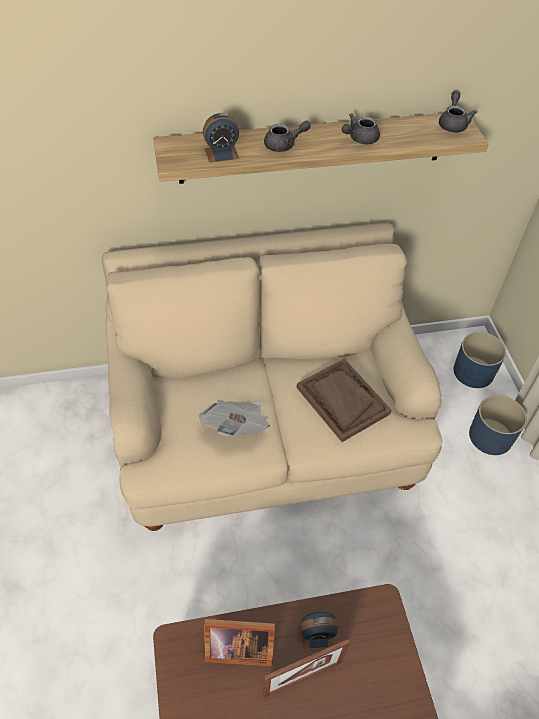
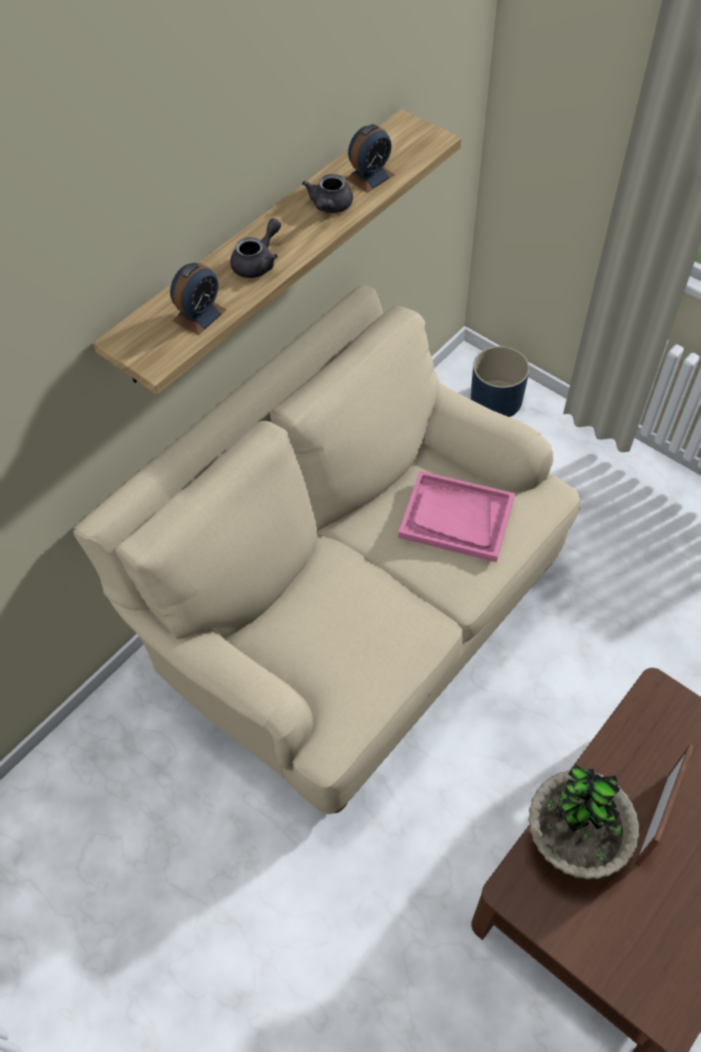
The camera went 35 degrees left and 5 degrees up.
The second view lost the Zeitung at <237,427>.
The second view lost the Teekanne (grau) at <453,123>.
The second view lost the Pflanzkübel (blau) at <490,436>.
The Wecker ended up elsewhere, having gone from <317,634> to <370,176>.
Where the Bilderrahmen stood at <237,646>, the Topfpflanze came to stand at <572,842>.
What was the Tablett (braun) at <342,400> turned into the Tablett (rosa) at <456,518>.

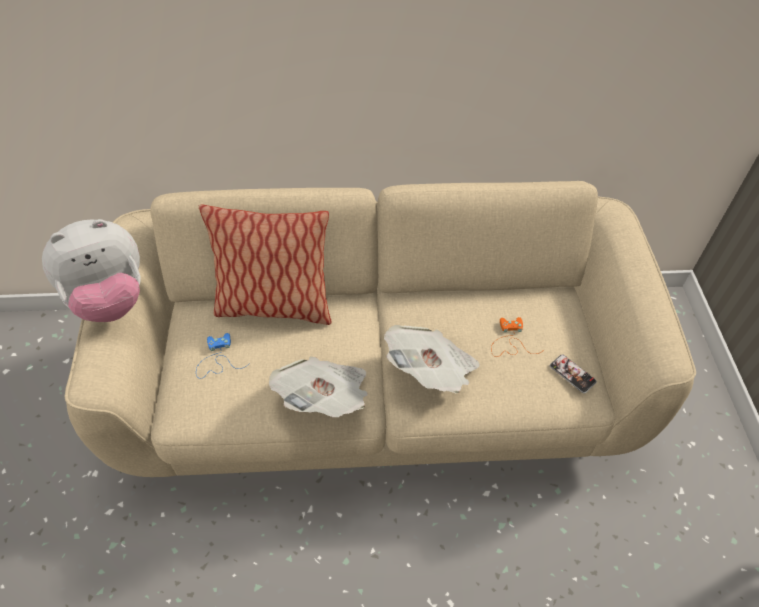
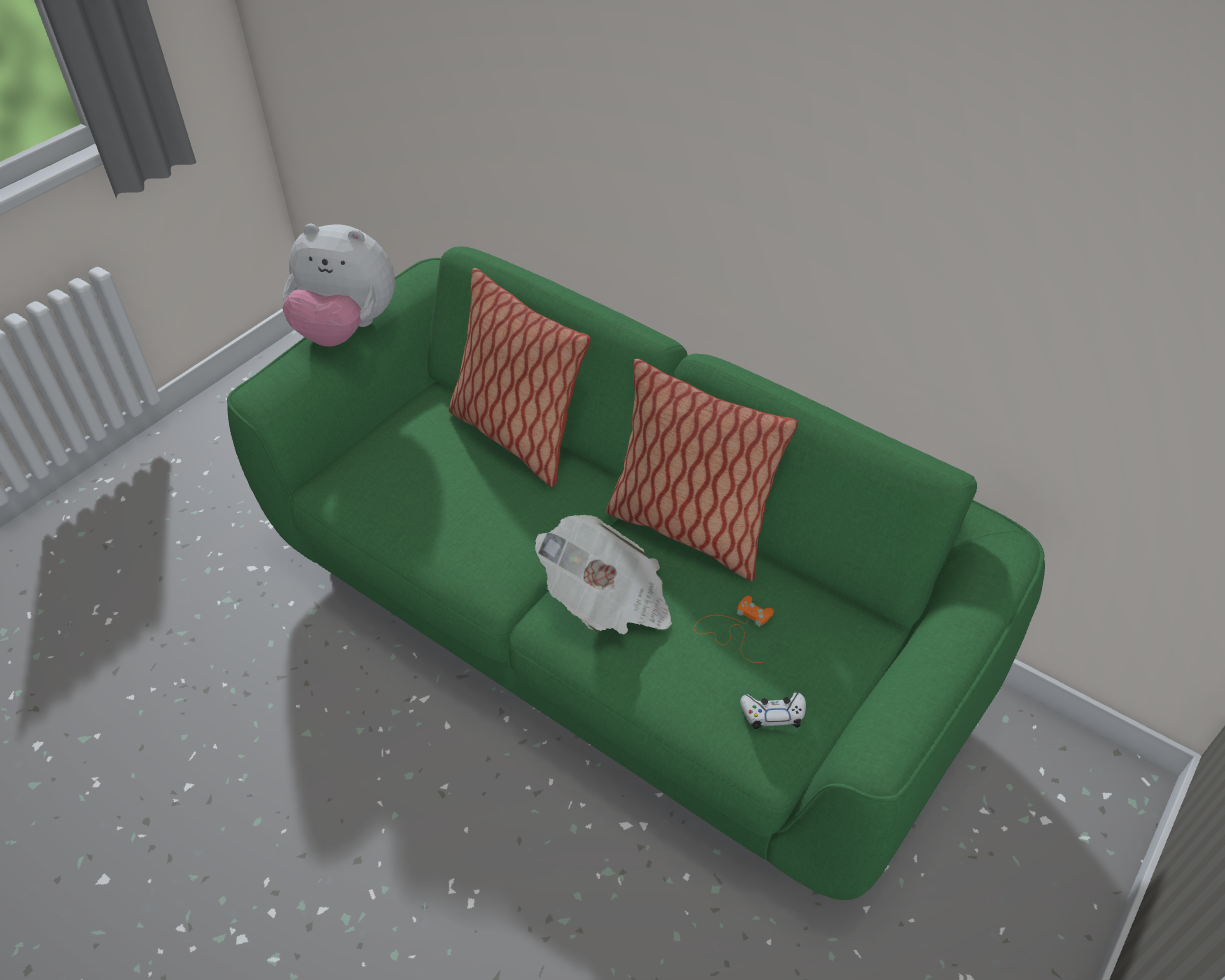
The camera went 40 degrees right and 5 degrees down.
The second view lost the Gamepad (blau) at <217,359>.
The second view lost the Zeitung at <325,398>.
The second view gained the Kissen at <688,529>.
Where the Handy stood at <572,374>, the Gamepad (weiß) came to stand at <773,713>.
What was the Sofa (beige) at <378,390> turned into the Sofa (grün) at <612,629>.

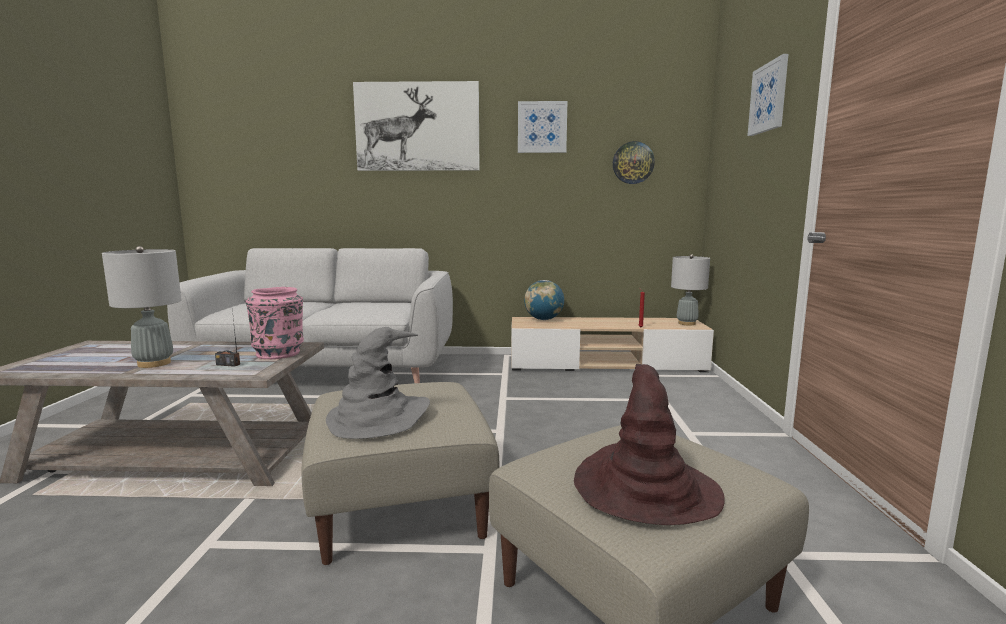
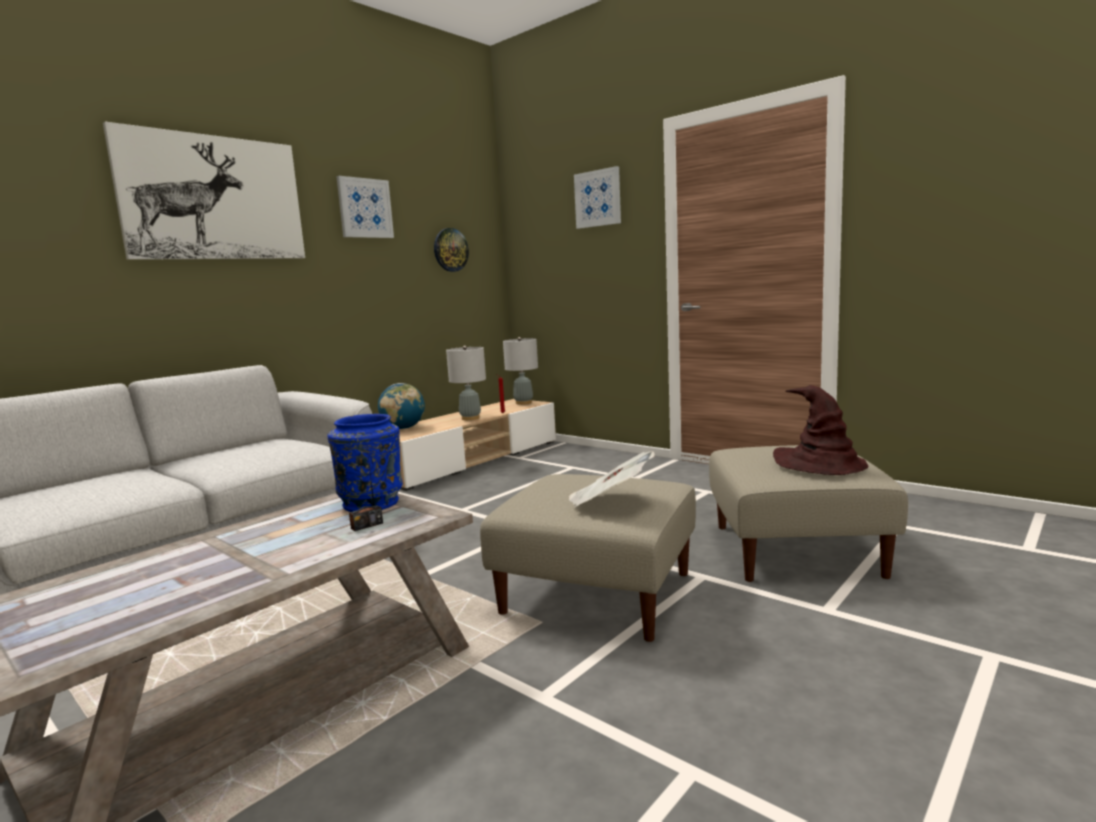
The camera went 50 degrees left and 0 degrees up.
The Tischlampe (grau) ended up elsewhere, having gone from <154,363> to <470,418>.
Where the Hut (grau) stood at <378,418>, the Zeitung came to stand at <609,502>.
What was the Vase (rosa) at <279,353> turned into the Vase (blau) at <371,503>.

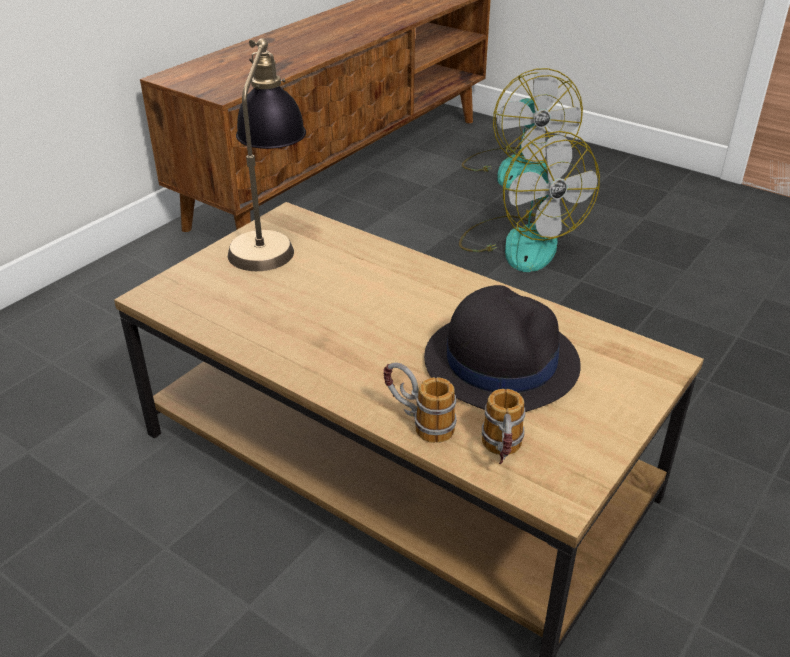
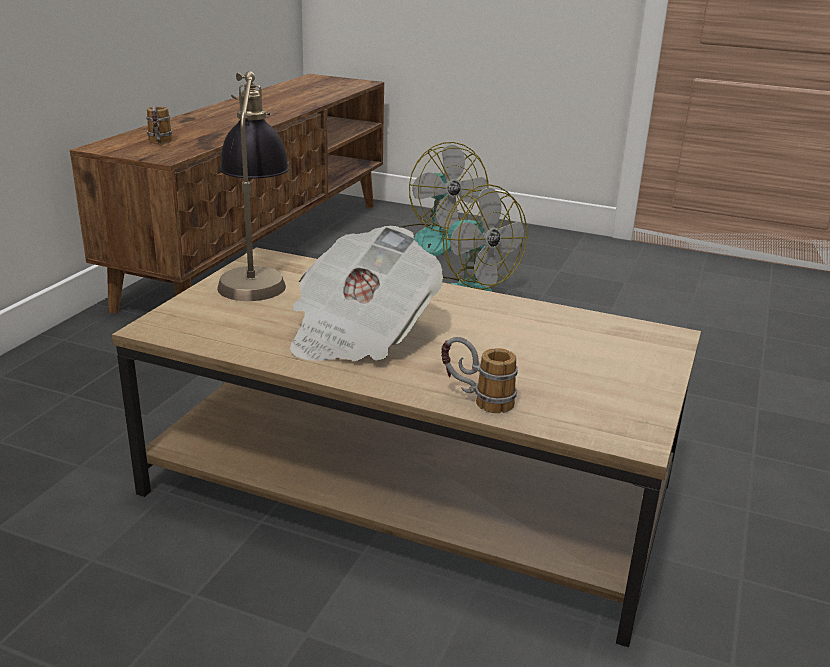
The camera went 15 degrees left and 10 degrees down.
The second view lost the Hut (schwarz) at <501,361>.
The second view gained the Zeitung at <359,333>.
The Henkelbecher ended up elsewhere, having gone from <502,455> to <159,143>.

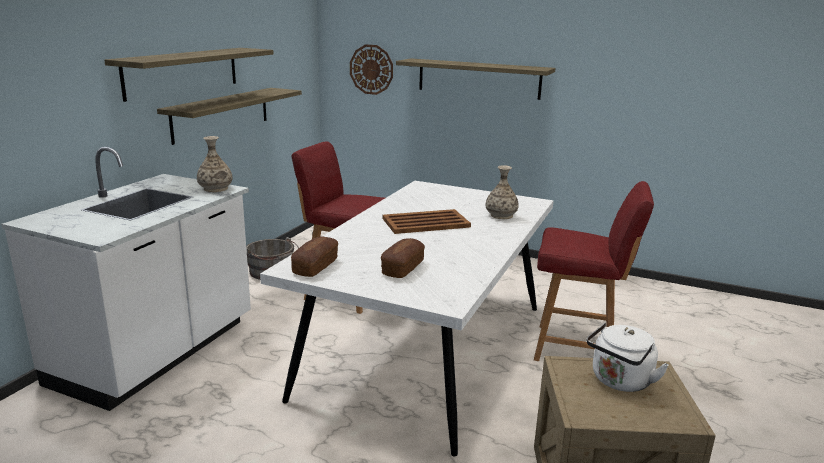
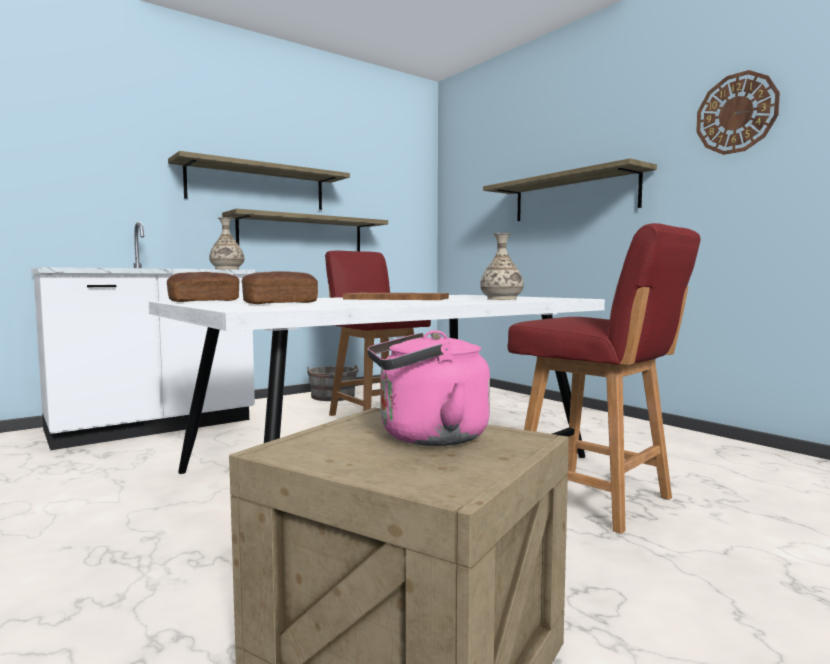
The camera went 30 degrees right and 15 degrees down.
The Wanduhr ended up elsewhere, having gone from <371,69> to <736,113>.
What was the Wasserkessel (weiß) at <619,382> turned into the Wasserkessel (rosa) at <427,437>.

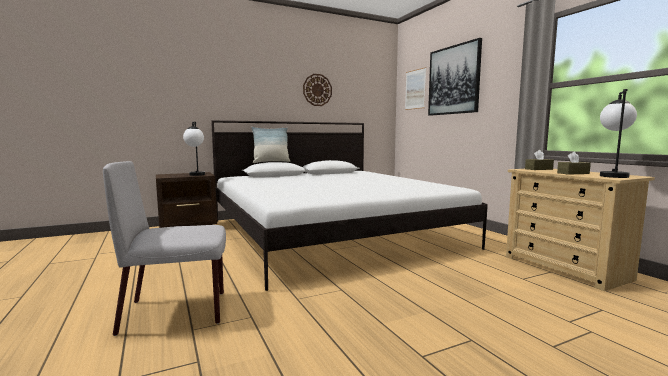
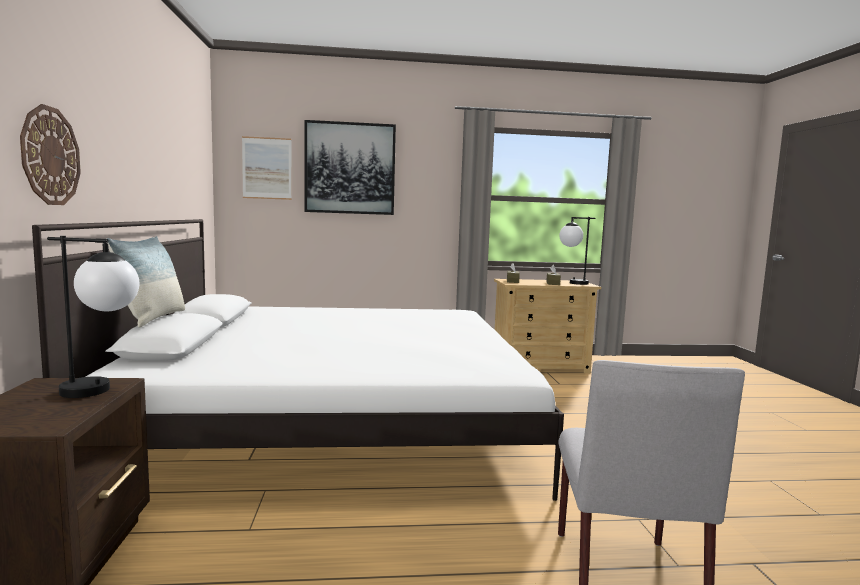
The camera went 70 degrees left and 0 degrees up.
The Wanduhr ended up elsewhere, having gone from <317,90> to <50,156>.

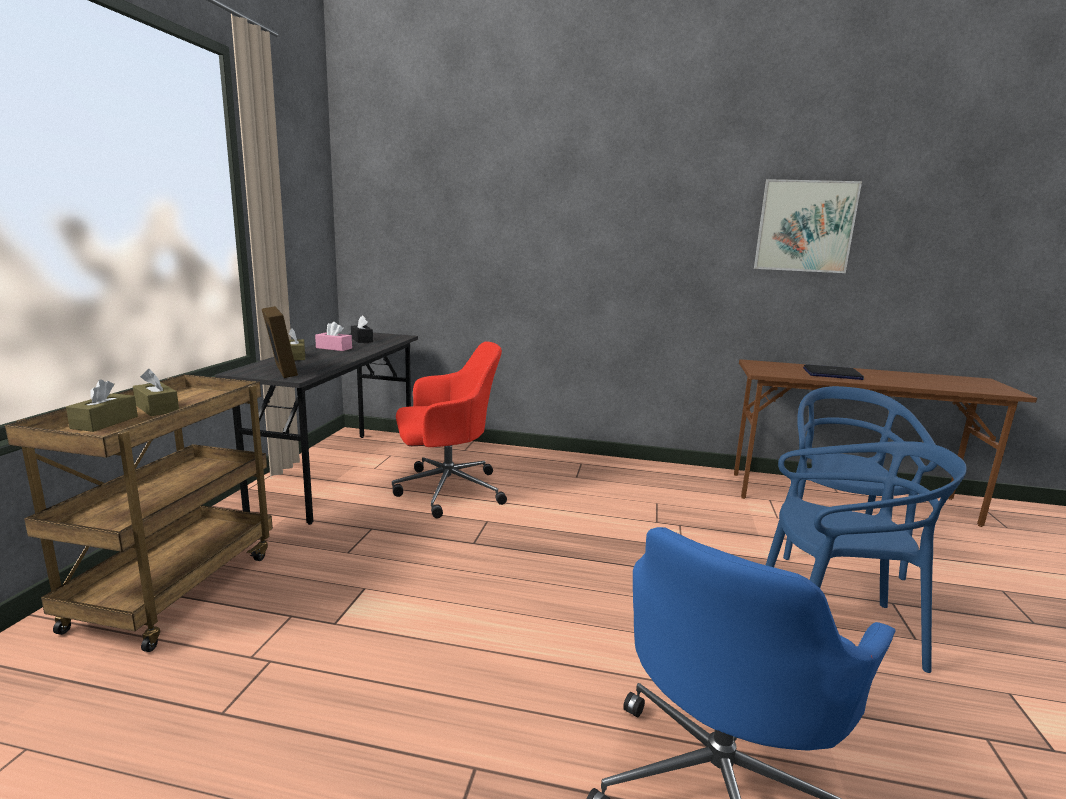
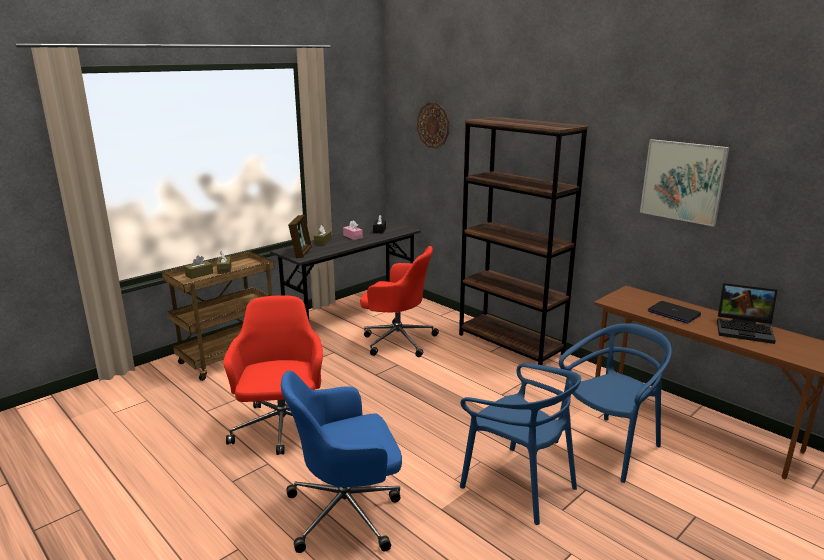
The camera went 35 degrees right and 5 degrees up.
The second view gained the Bürostuhl (rot) at <282,428>.
The second view gained the Wanduhr at <433,125>.
The second view gained the Bücherregal (braun) at <510,344>.
The second view gained the Laptop at <745,330>.

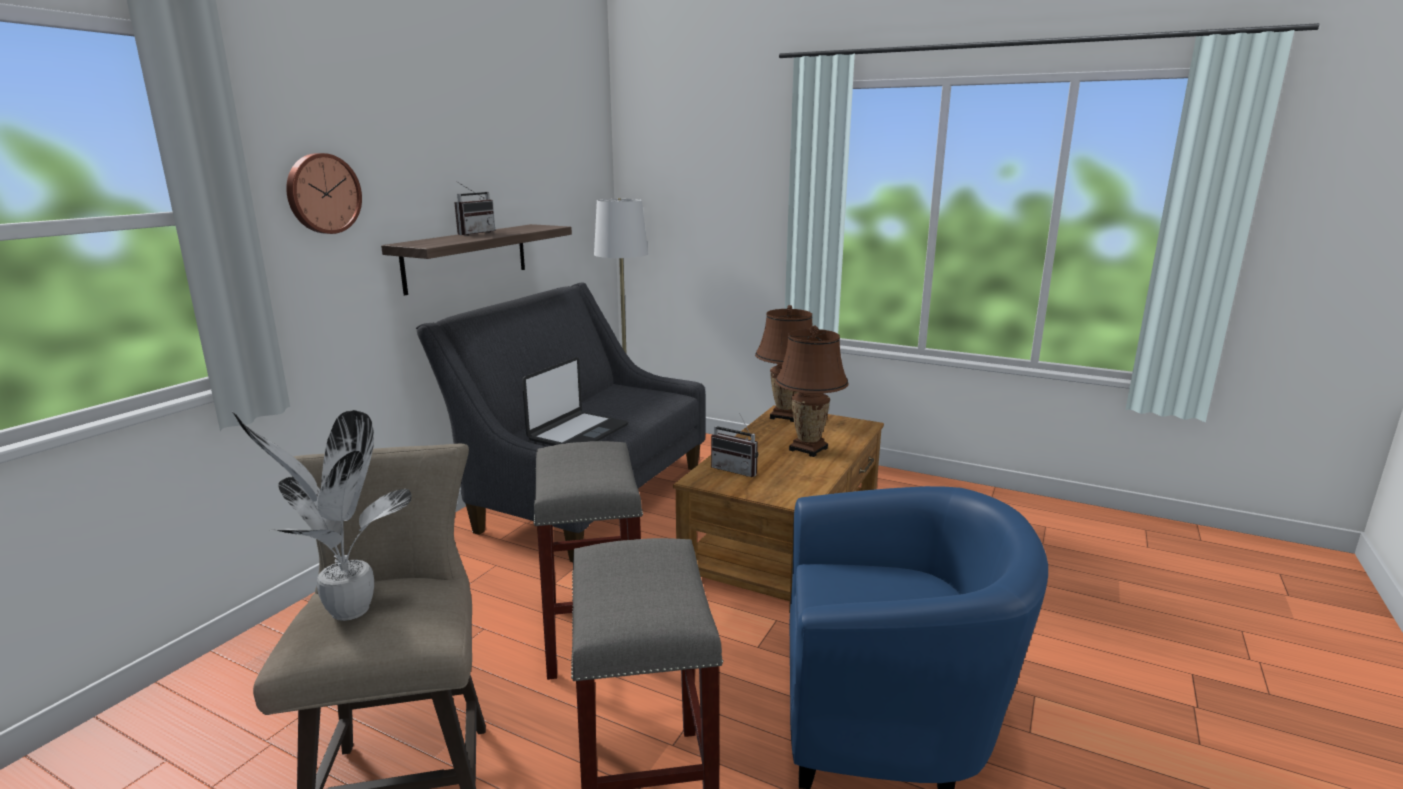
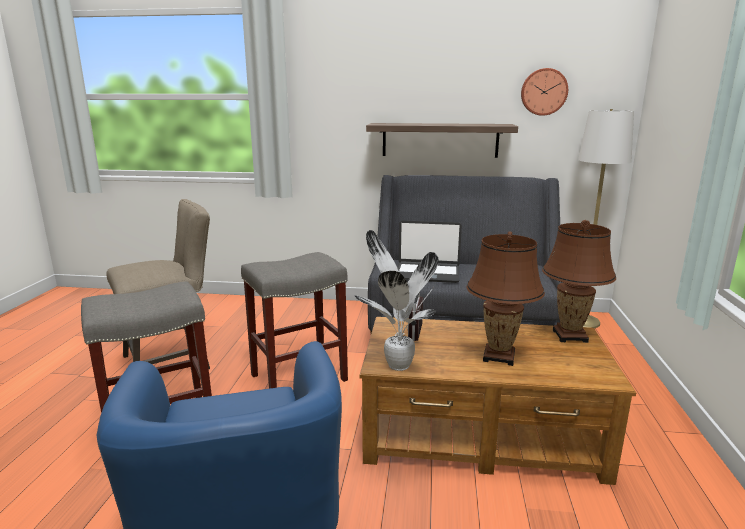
The camera went 70 degrees right and 0 degrees up.
The second view lost the Radio at <473,233>.
The Topfpflanze ended up elsewhere, having gone from <345,611> to <397,364>.
The Wanduhr ended up elsewhere, having gone from <322,193> to <543,92>.

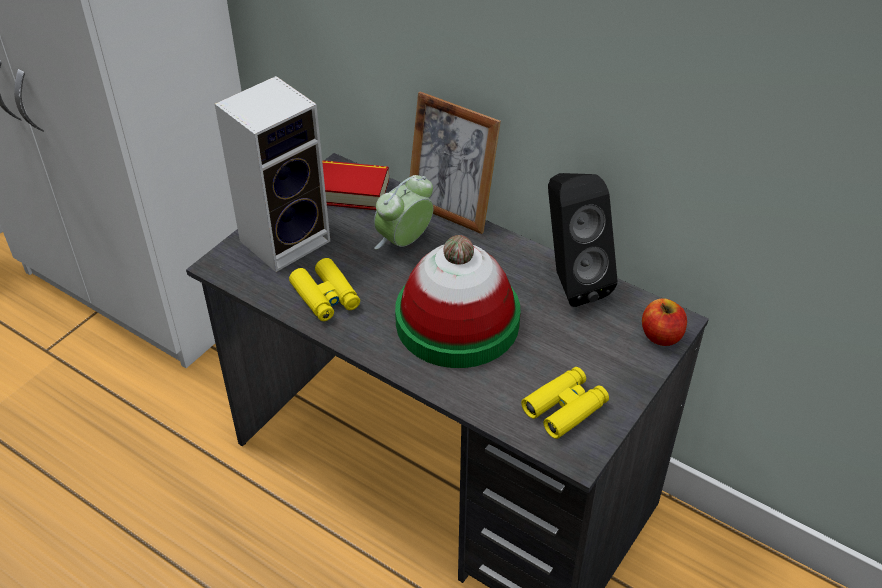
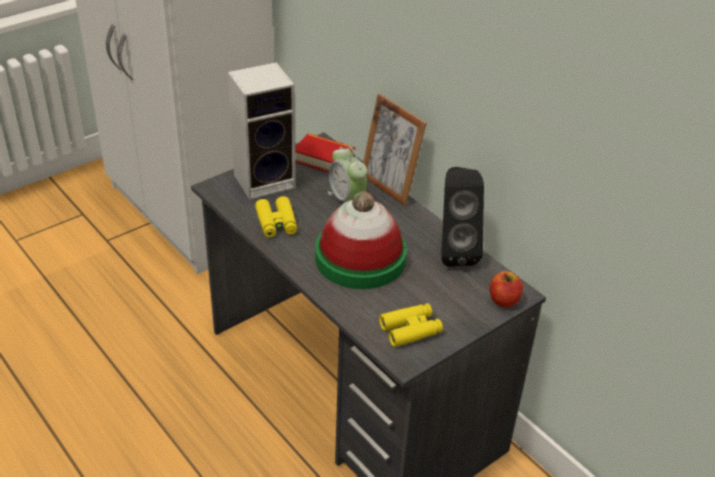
The camera went 15 degrees right and 5 degrees down.
The Wecker at <404,242> ended up facing another way, 90 degrees counterclockwise from before.

